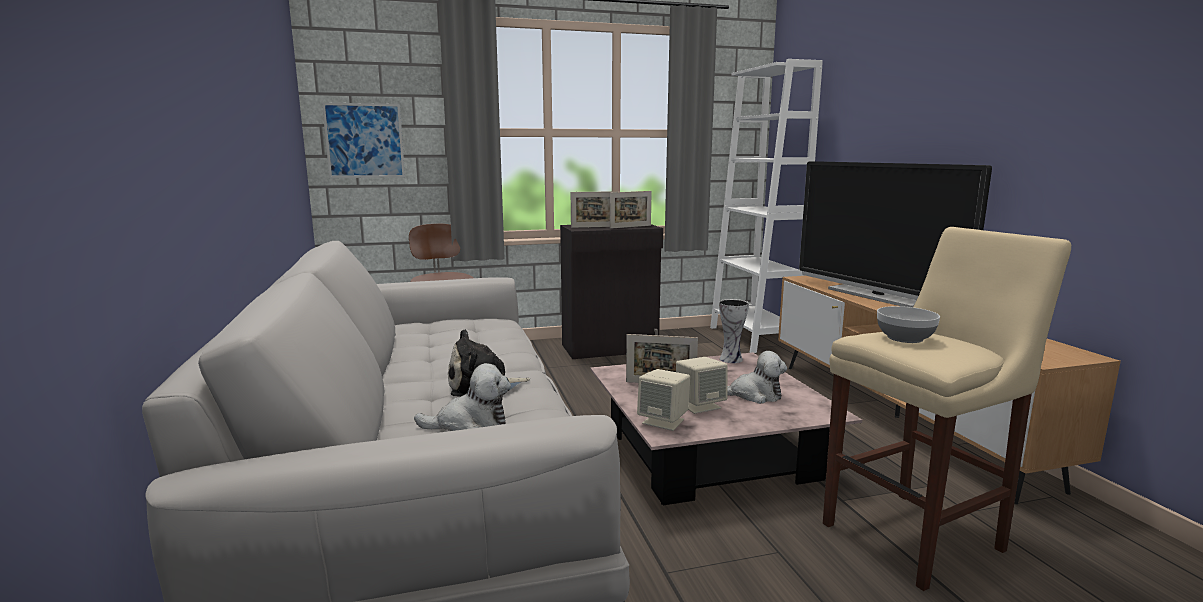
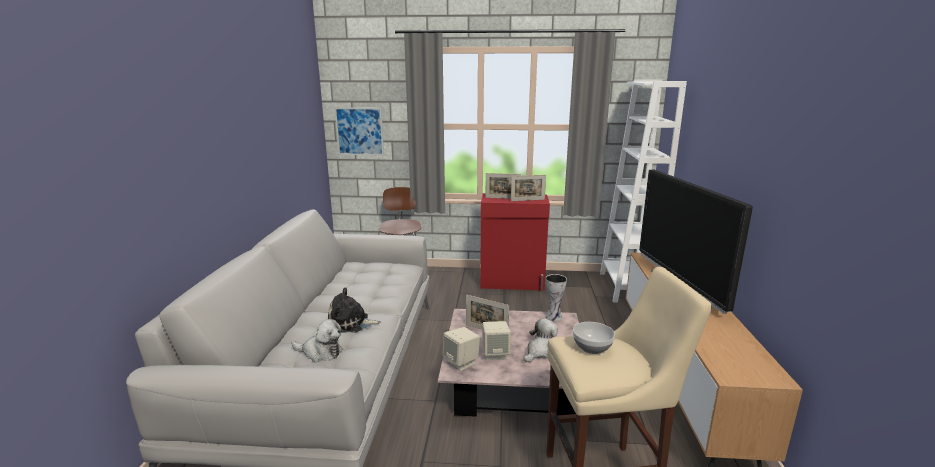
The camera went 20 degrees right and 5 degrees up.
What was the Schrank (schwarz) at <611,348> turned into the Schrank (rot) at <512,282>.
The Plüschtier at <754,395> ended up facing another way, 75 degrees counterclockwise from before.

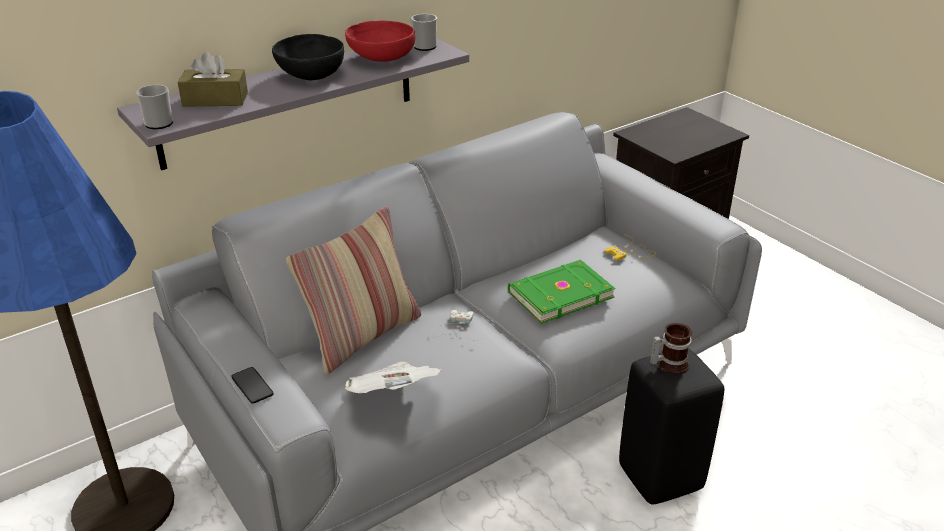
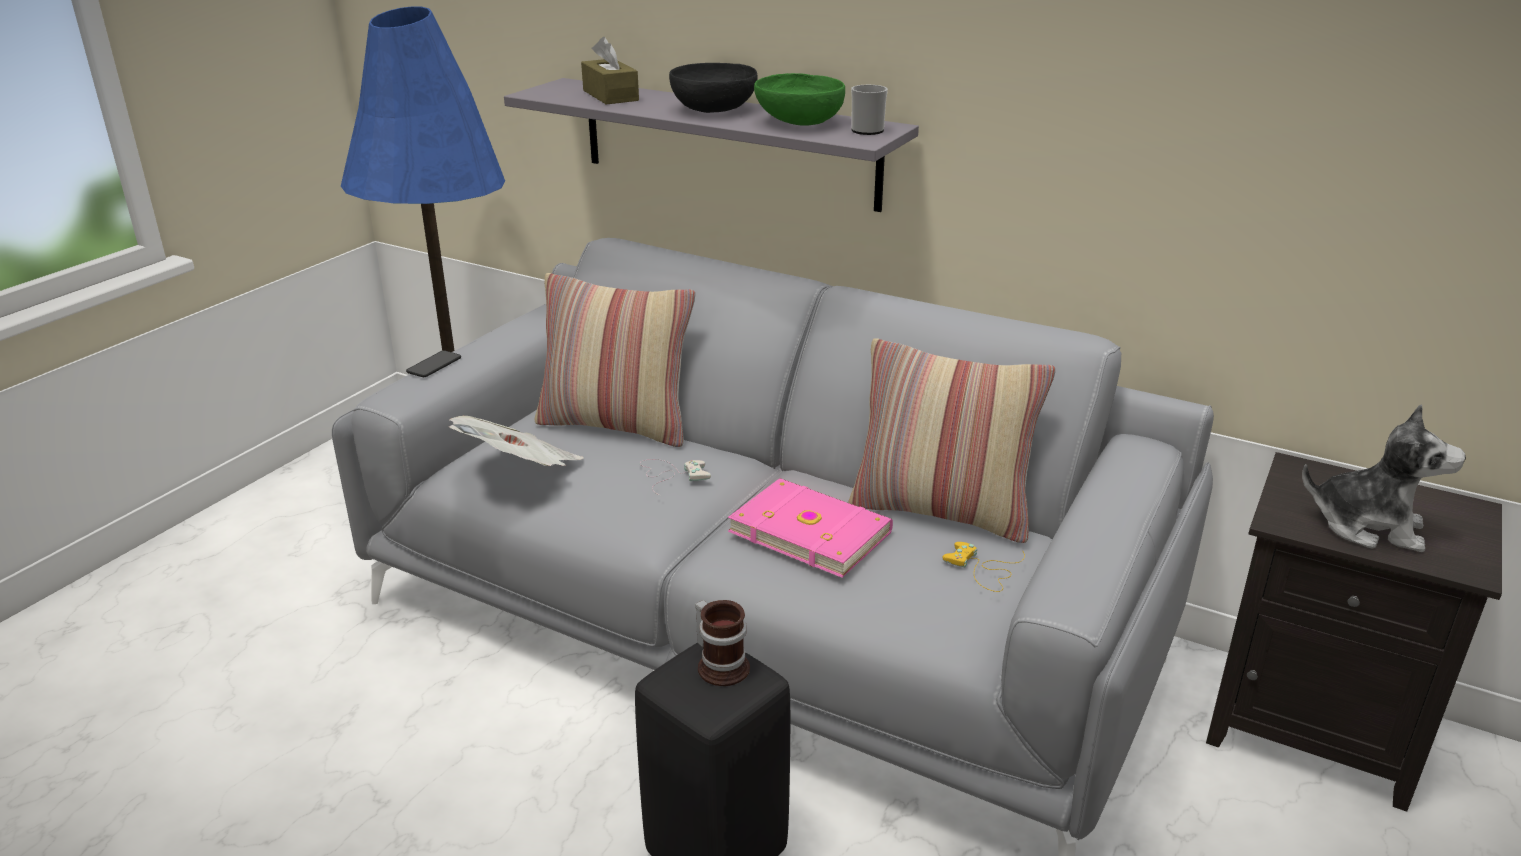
The camera went 65 degrees right and 5 degrees down.
The second view lost the Henkelbecher at <157,122>.
The second view gained the Kissen at <941,511>.
The second view gained the Plüschtier at <1368,526>.
What was the Schüssel (rot) at <380,59> turned into the Schüssel (grün) at <798,122>.
What was the Buch (grün) at <559,294> turned into the Buch (rosa) at <810,530>.

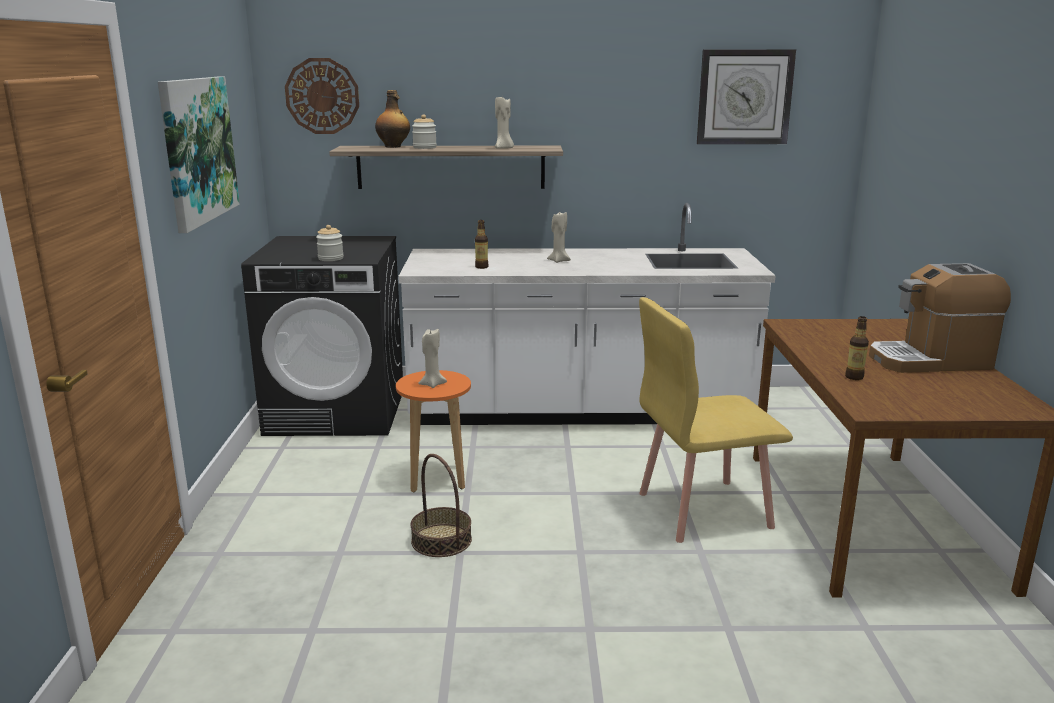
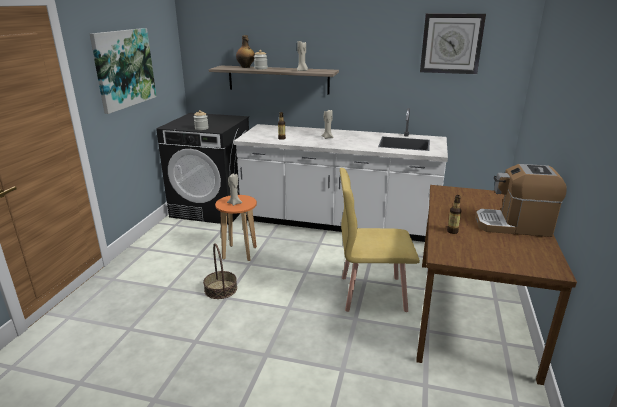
The camera went 15 degrees right and 5 degrees up.
The second view lost the Wanduhr at <322,96>.

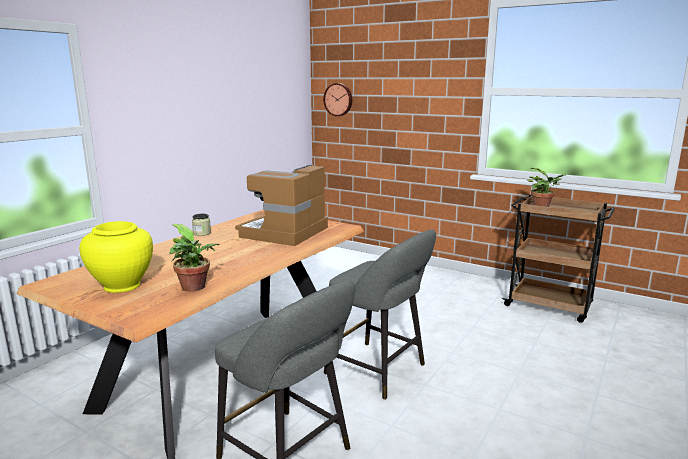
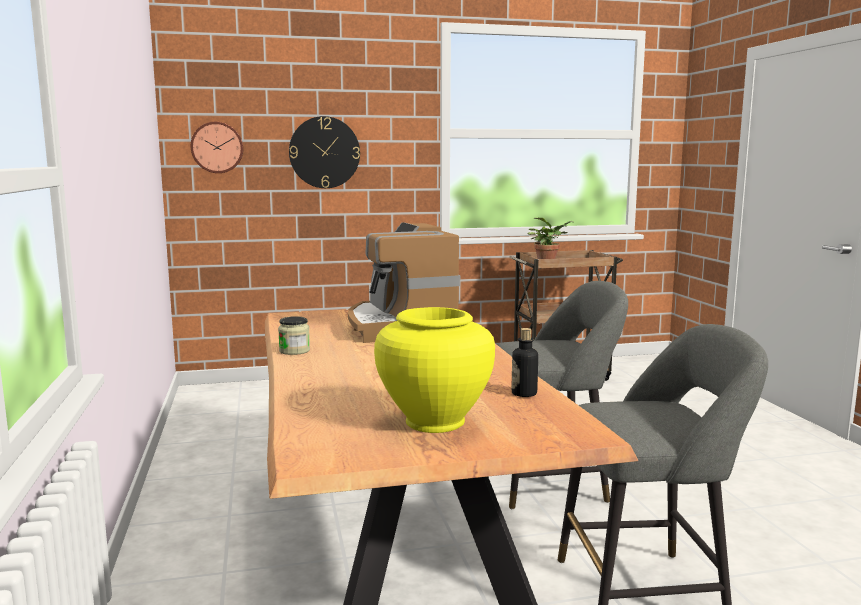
The camera went 45 degrees left and 5 degrees down.
The second view gained the Wanduhr at <324,152>.
Where the Topfpflanze stood at <195,288>, the Flasche came to stand at <524,393>.

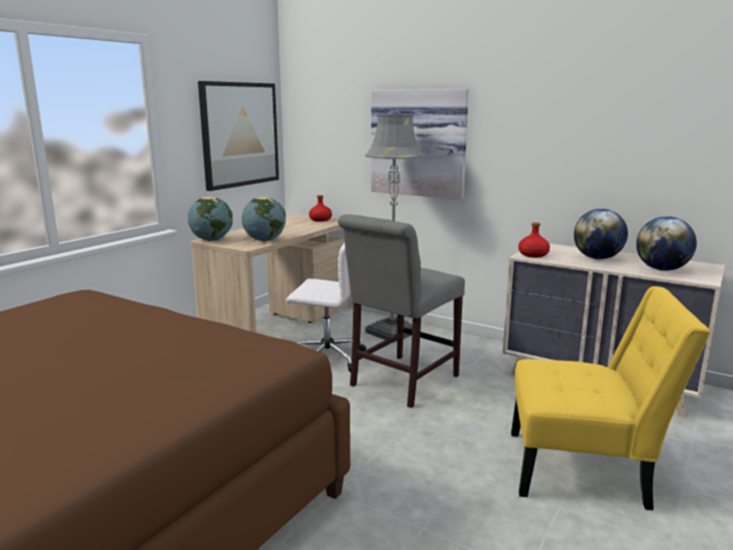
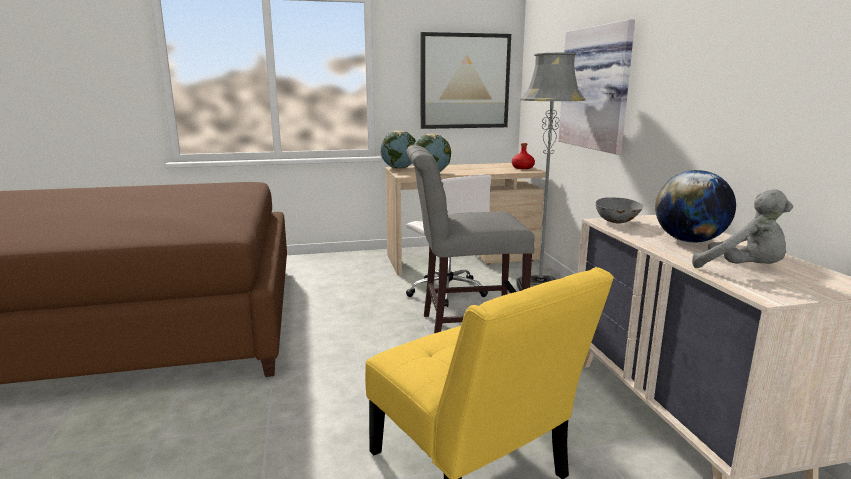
The camera went 45 degrees right and 0 degrees up.
Where the Flasche (rot) stood at <533,255>, the Schüssel (grau) came to stand at <617,222>.
Where the Globus stood at <662,269>, the Plüschtier (grau) came to stand at <743,270>.

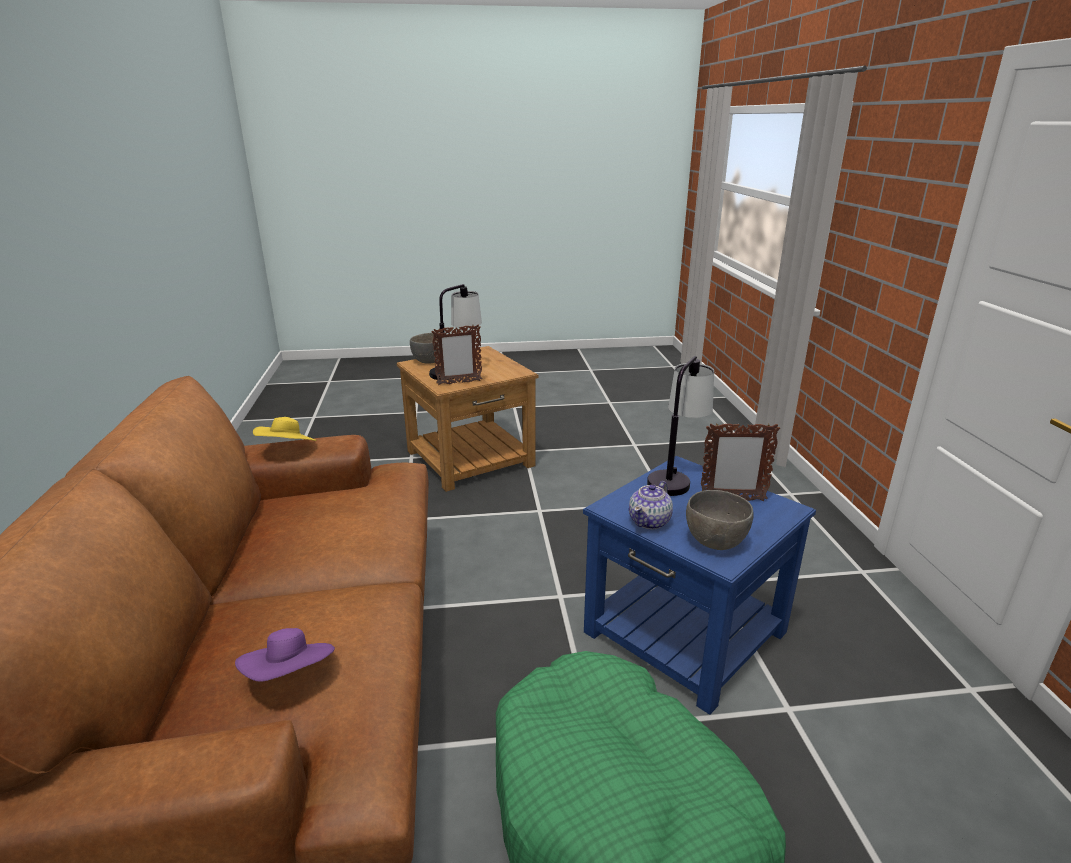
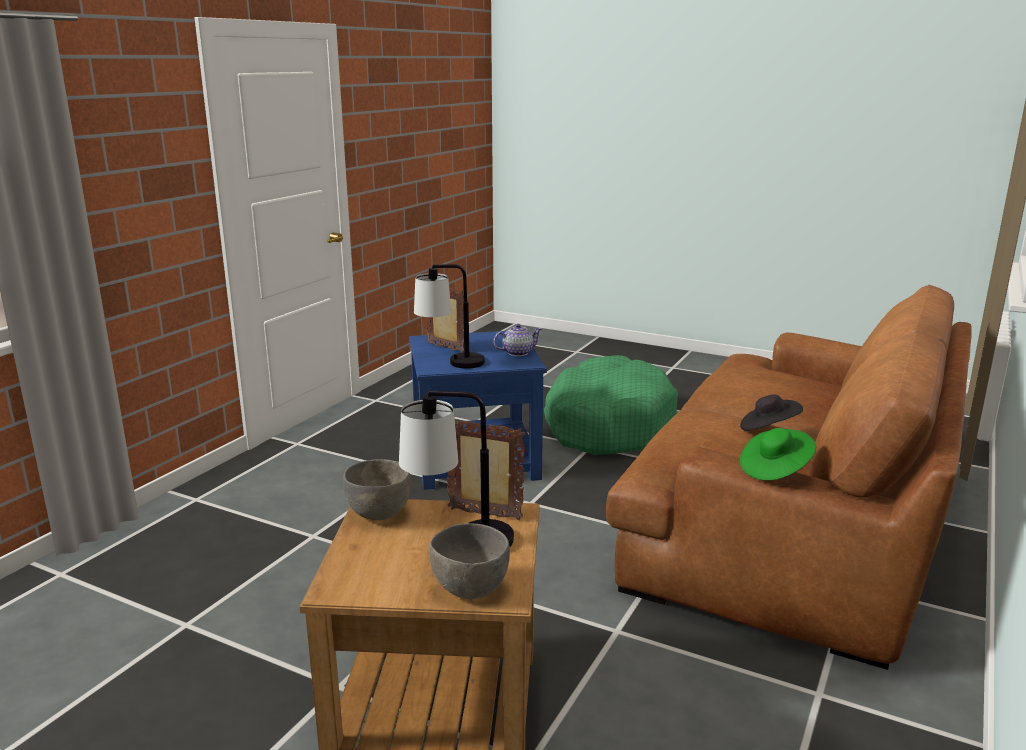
The camera went 145 degrees left and 5 degrees down.
The second view lost the Hut (lila) at <291,675>.
The second view gained the Hut (schwarz) at <768,429>.
The Schüssel (grau) ended up elsewhere, having gone from <714,542> to <379,514>.
What was the Hut (gelb) at <287,448> turned into the Hut (grün) at <775,469>.

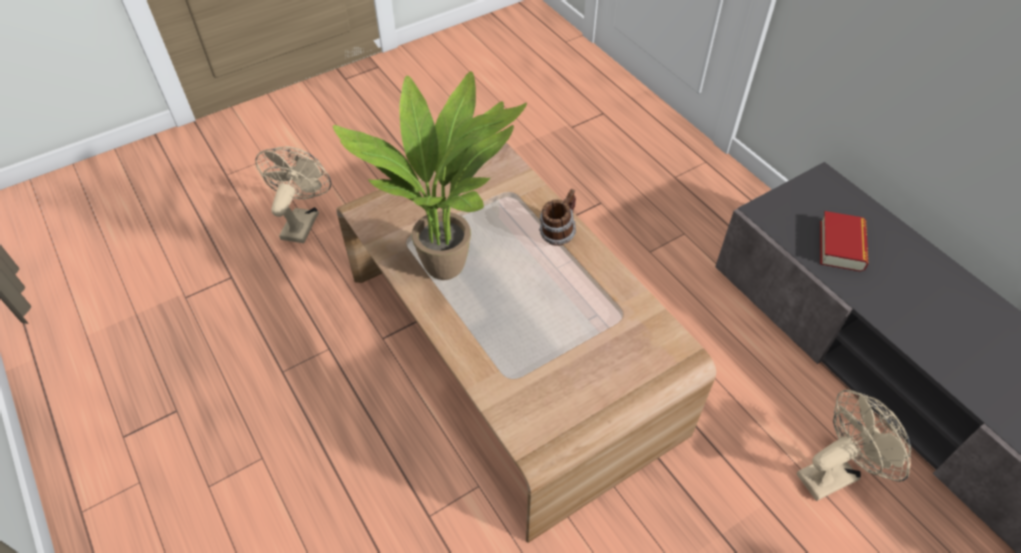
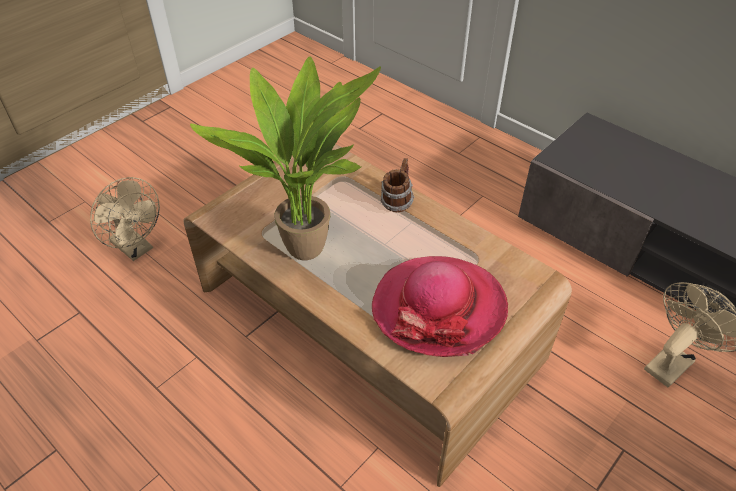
The camera went 15 degrees left and 5 degrees down.
The second view lost the Buch at <841,246>.
The second view gained the Hut at <439,308>.
The Ventilator (beige) at <302,221> ended up facing another way, 135 degrees clockwise from before.

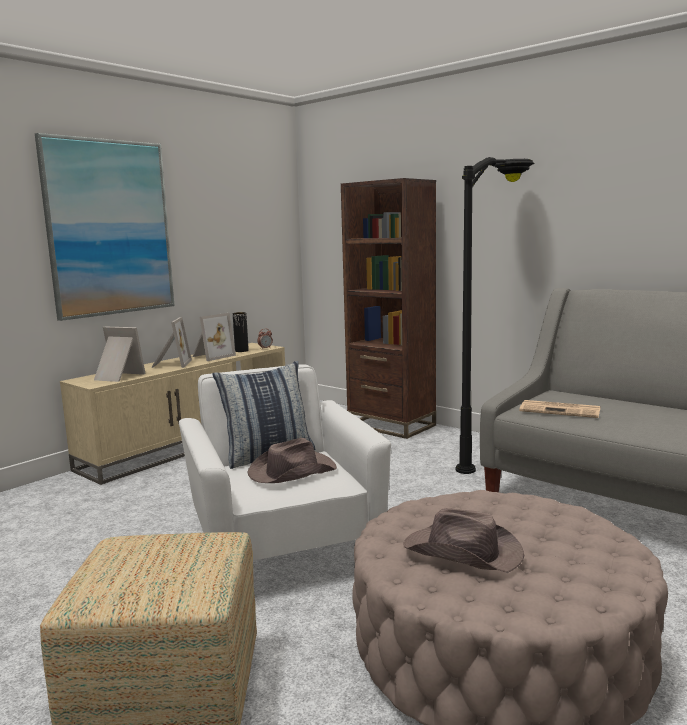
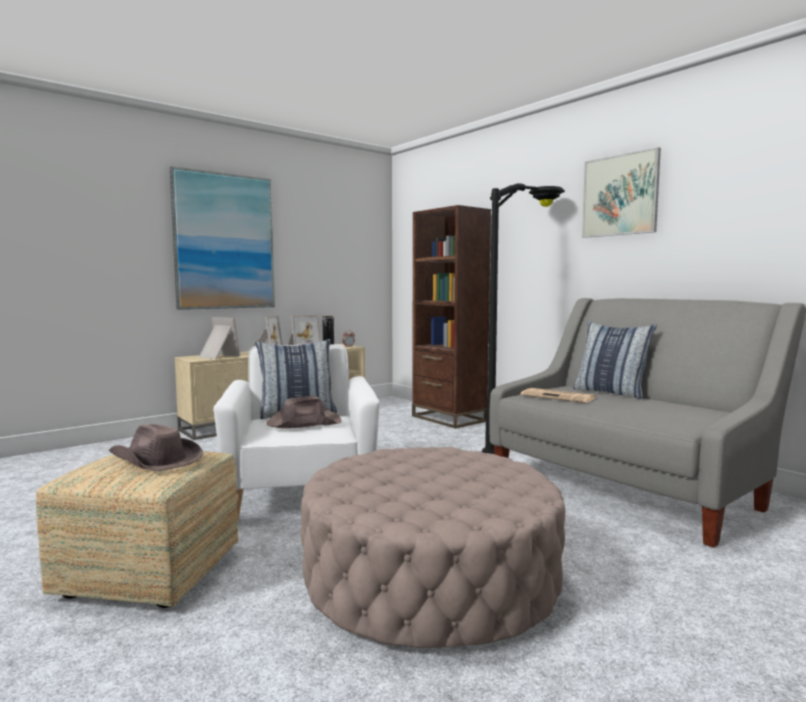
The camera went 10 degrees right and 5 degrees down.
The second view gained the Kissen at <611,392>.
The second view gained the Bild at <620,195>.
The Hut (braun) ended up elsewhere, having gone from <464,552> to <155,460>.

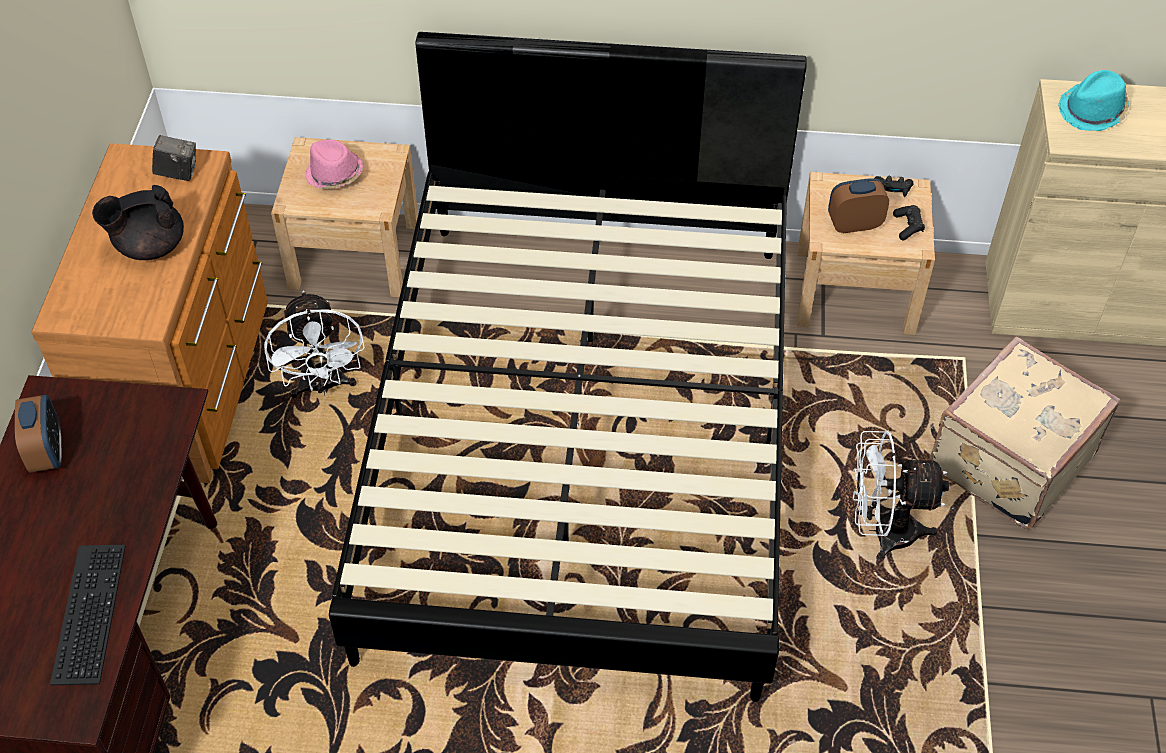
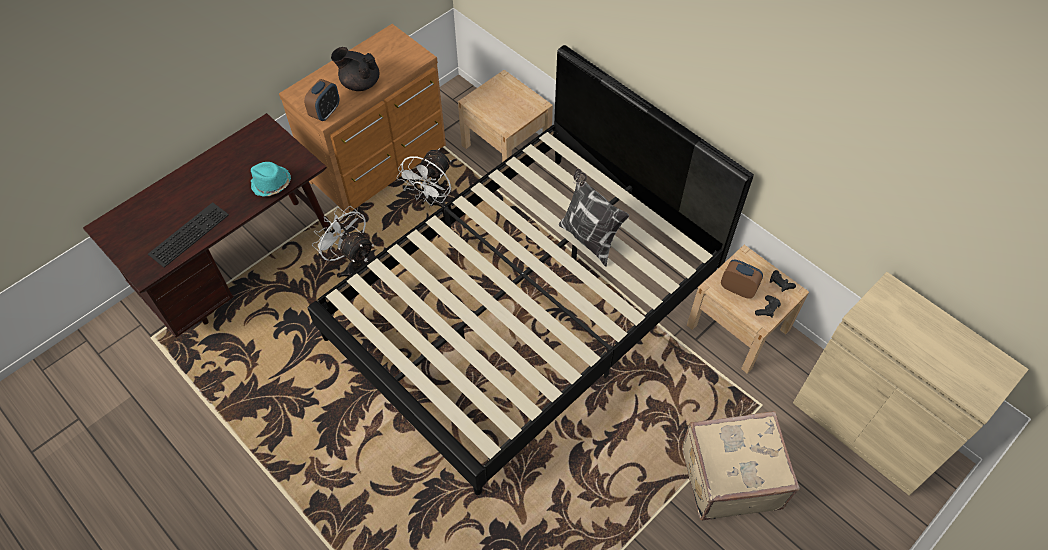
The camera went 40 degrees right and 5 degrees up.
The second view lost the Kamera at <178,172>.
The second view lost the Hut (rosa) at <334,175>.
The second view gained the Kissen at <589,238>.
The Wecker ended up elsewhere, having gone from <47,453> to <325,112>.
The Ventilator (weiß) ended up elsewhere, having gone from <882,532> to <354,267>.
The Hut (türkis) ended up elsewhere, having gone from <1093,111> to <271,184>.

